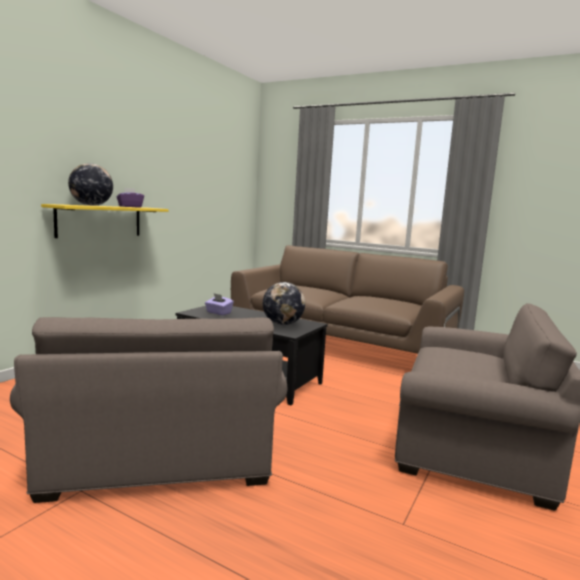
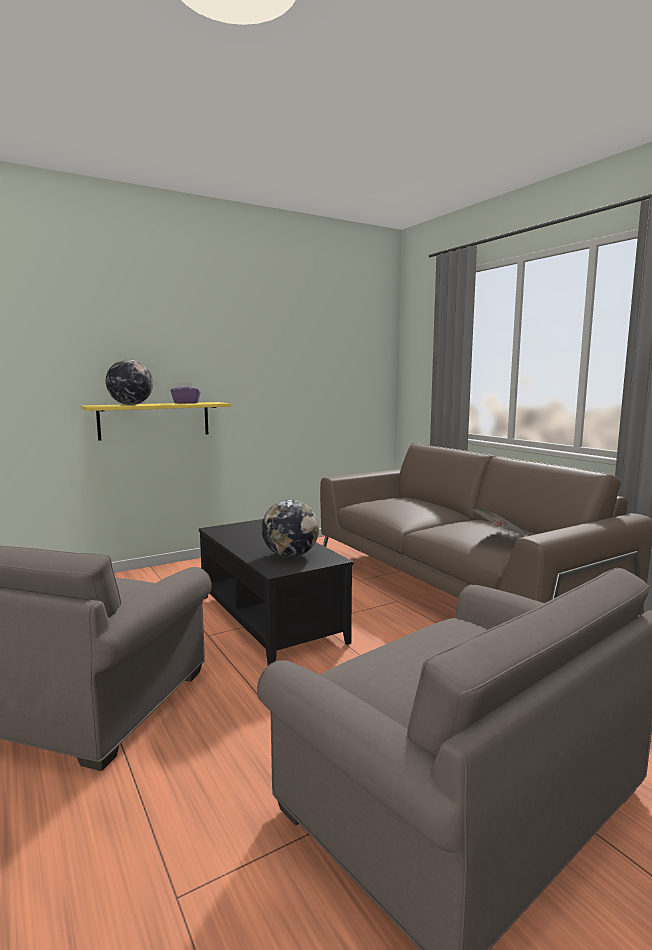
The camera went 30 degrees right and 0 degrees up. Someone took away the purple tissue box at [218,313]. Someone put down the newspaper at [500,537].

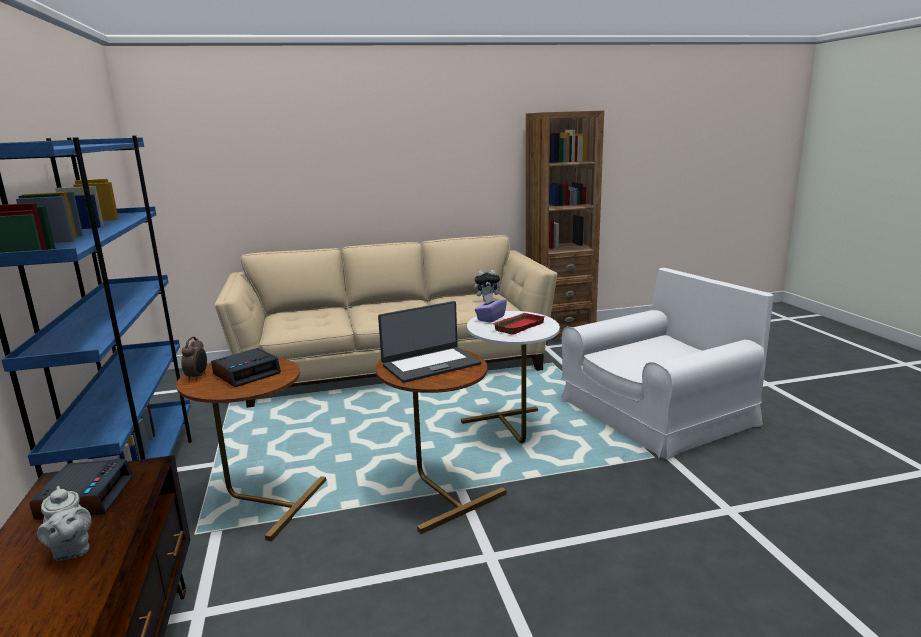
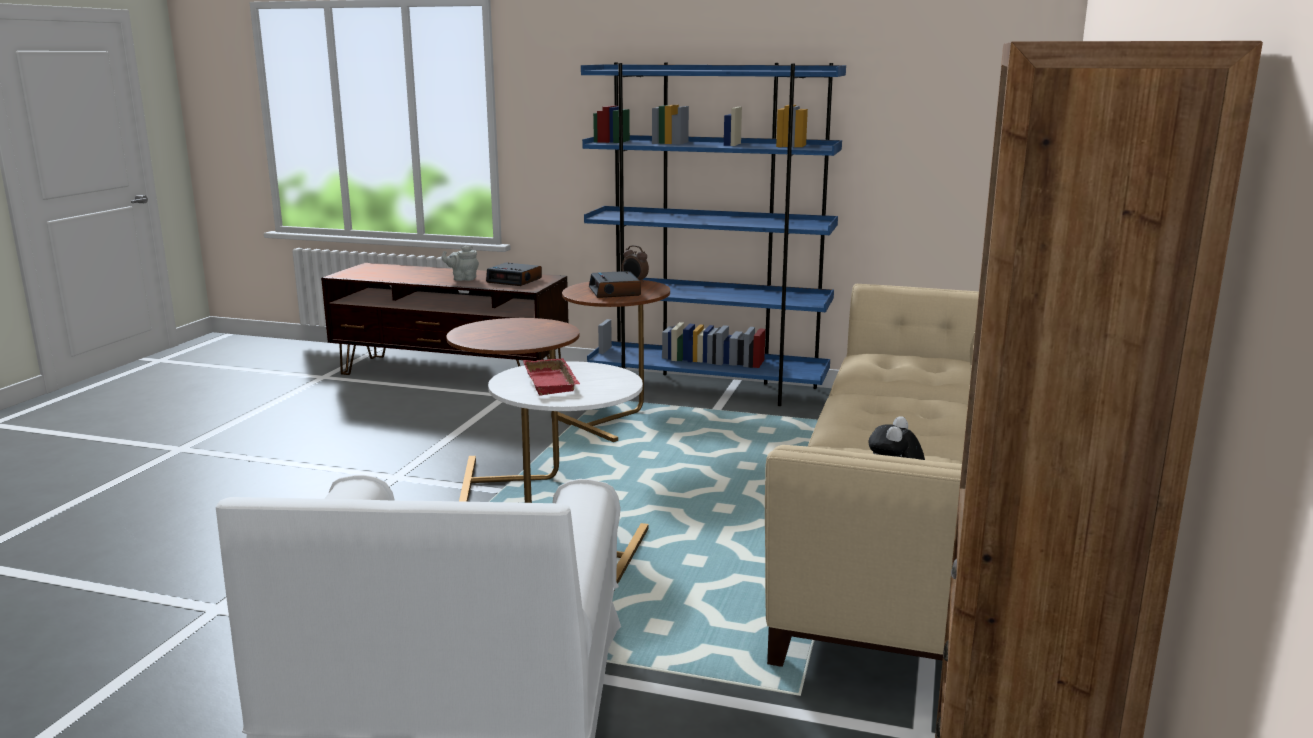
The camera went 120 degrees right and 0 degrees up. Someone took away the laptop at [430,364]. Someone took away the purple tissue box at [490,318].

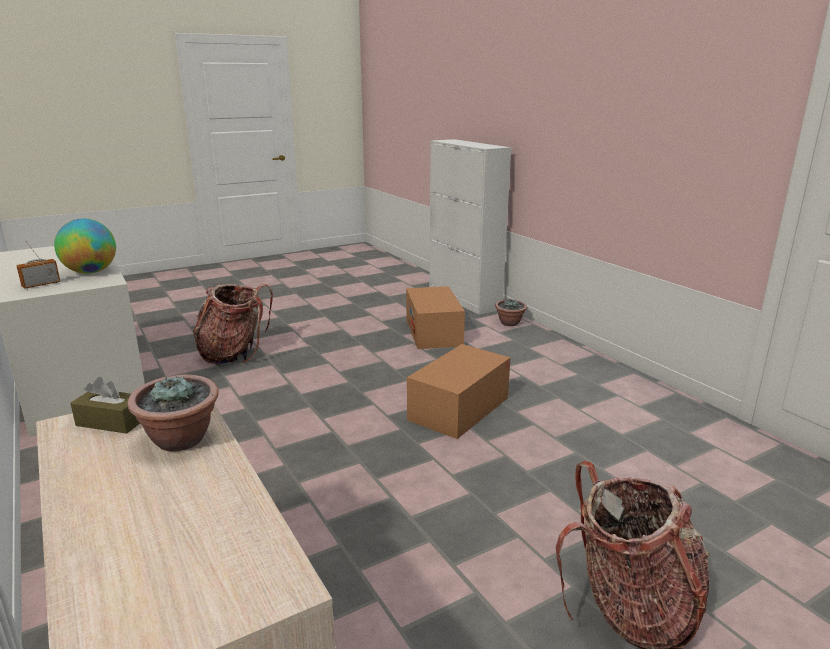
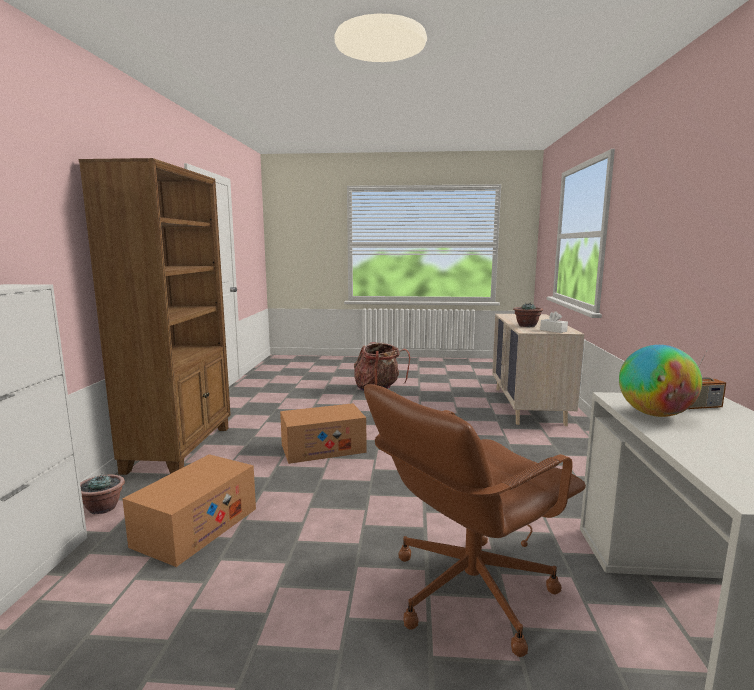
The camera went 145 degrees left and 10 degrees down. Someone repainted the brown tissue box at [112,422], which became the white tissue box at [553,330]. Someone swapped the backpack at [234,354] for the brown office chair at [468,590]. Someone put down the brown bookcase at [181,448].

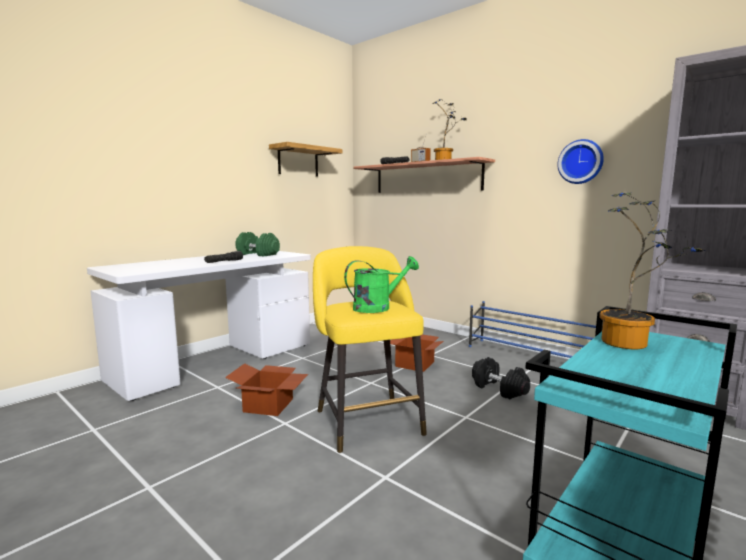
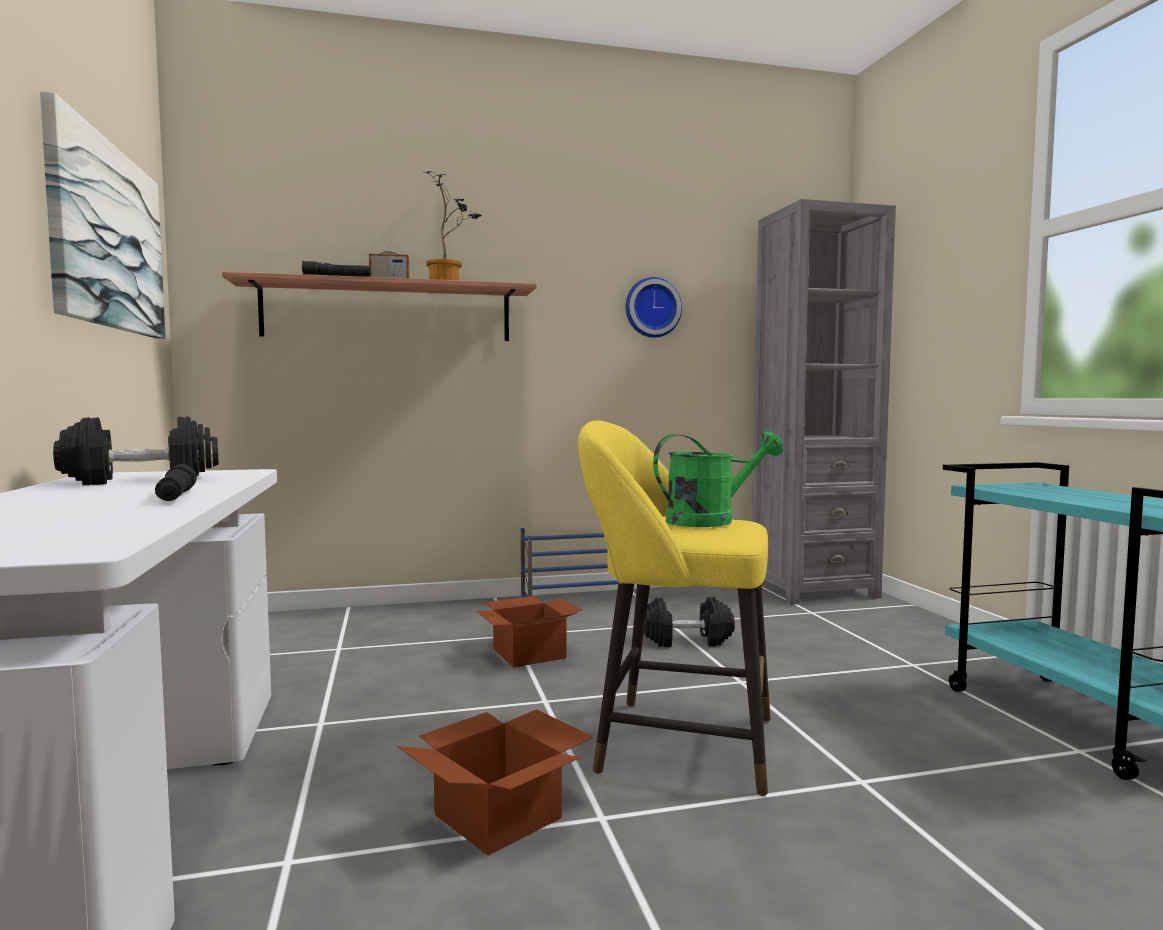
The camera went 55 degrees left and 5 degrees down. Someone repainted the green dumbbell at [258,254], which became the black dumbbell at [142,480]. Someone swapped the shelf at [298,161] for the picture at [107,237]. Someone rotated the green watering can at [378,307] by 60 degrees clockwise. Someone took away the potted plant at [631,344].

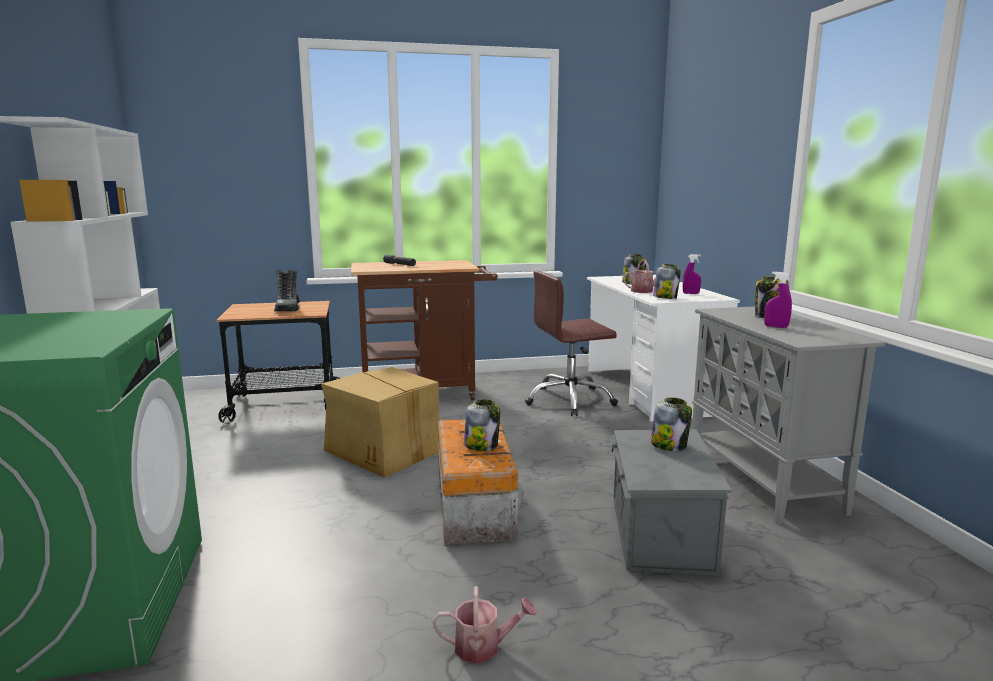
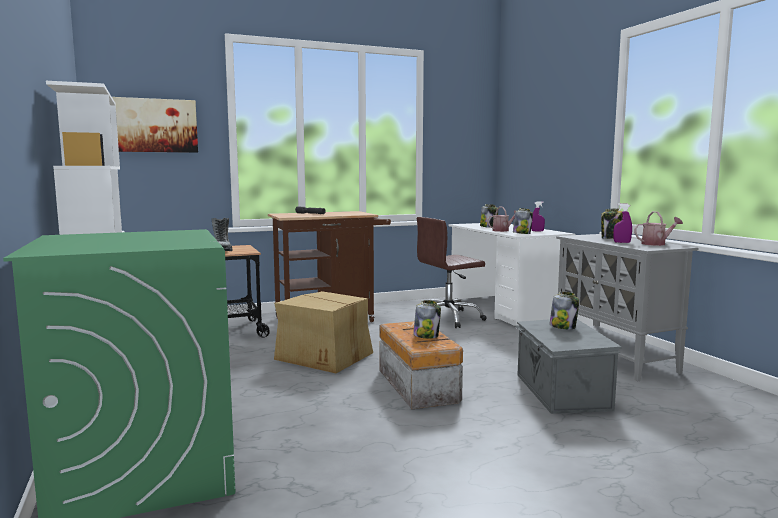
The camera went 10 degrees left and 5 degrees down. Someone carried the watering can from [484,647] to [656,244]. Someone put up the picture at [154,125].

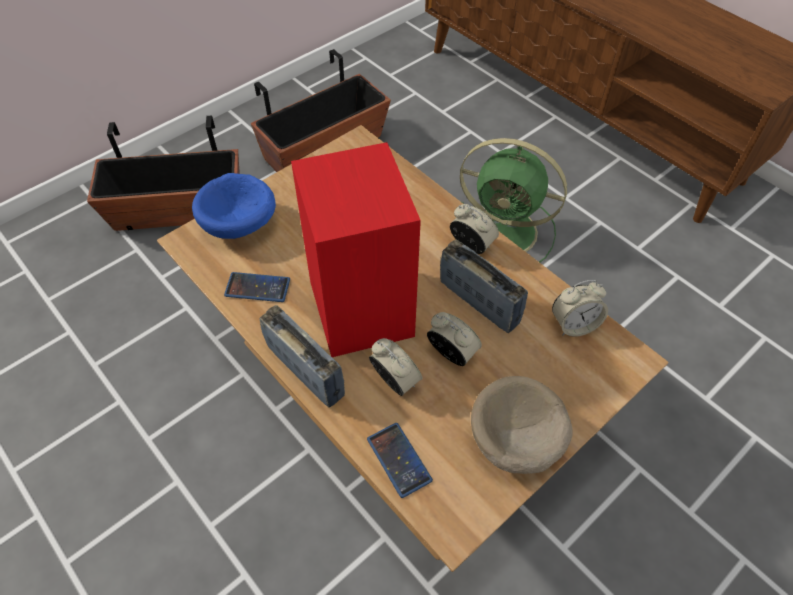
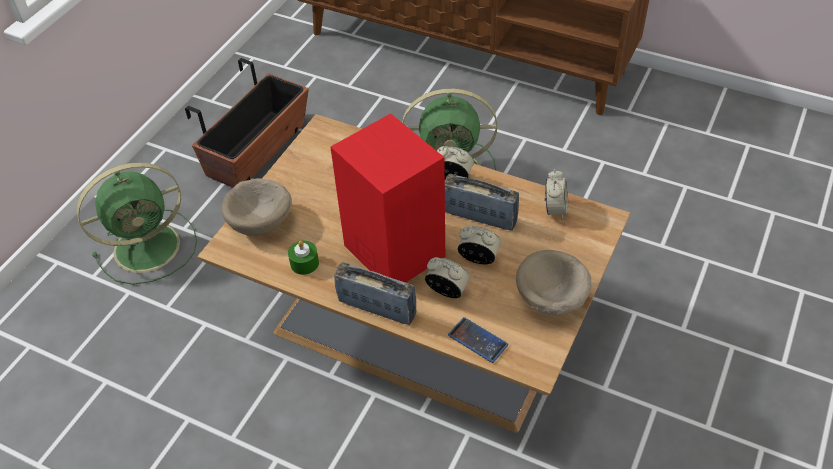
The camera went 20 degrees left and 5 degrees down. Someone swapped the planter at [179,211] for the green fan at [150,246]. Someone repainted the blue bowl at [241,224], which became the beige bowl at [262,221]. Someone swapped the phone at [257,288] for the green candle at [304,263]. Someone rotated the alarm clock at [574,324] by 45 degrees counterclockwise.

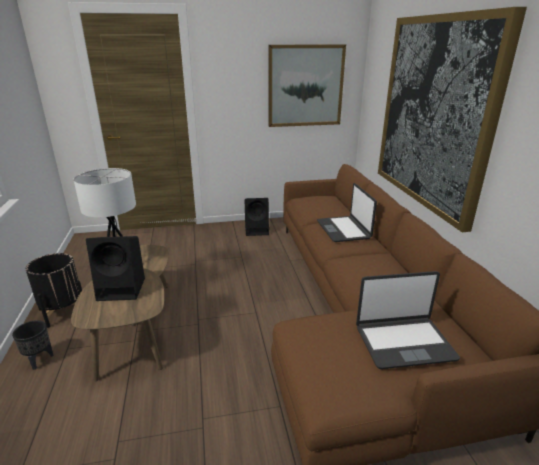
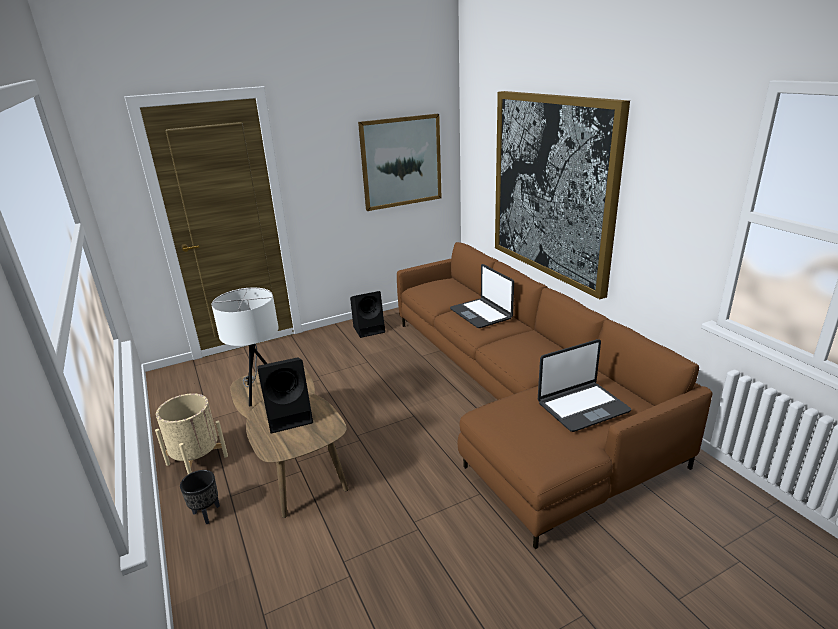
The camera went 15 degrees left and 0 degrees up. Someone repainted the black planter at [63,311], which became the beige planter at [197,460].

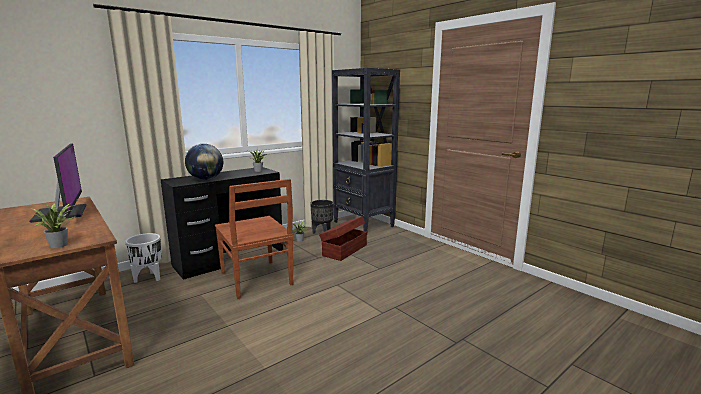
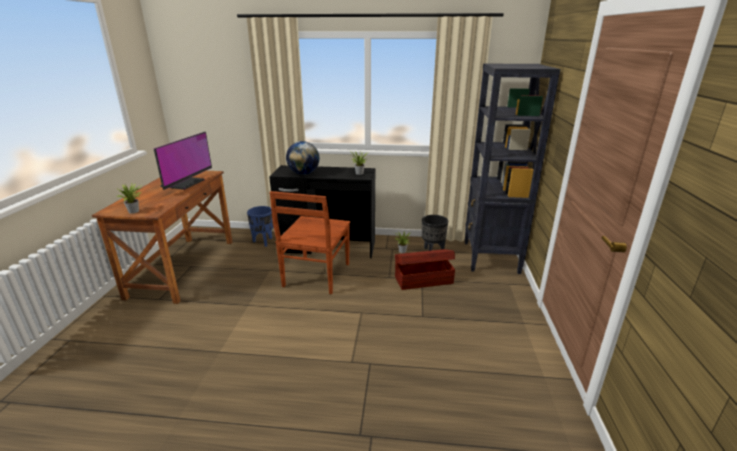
The camera went 45 degrees right and 10 degrees up. Someone repainted the white planter at [149,278], which became the blue planter at [263,242].

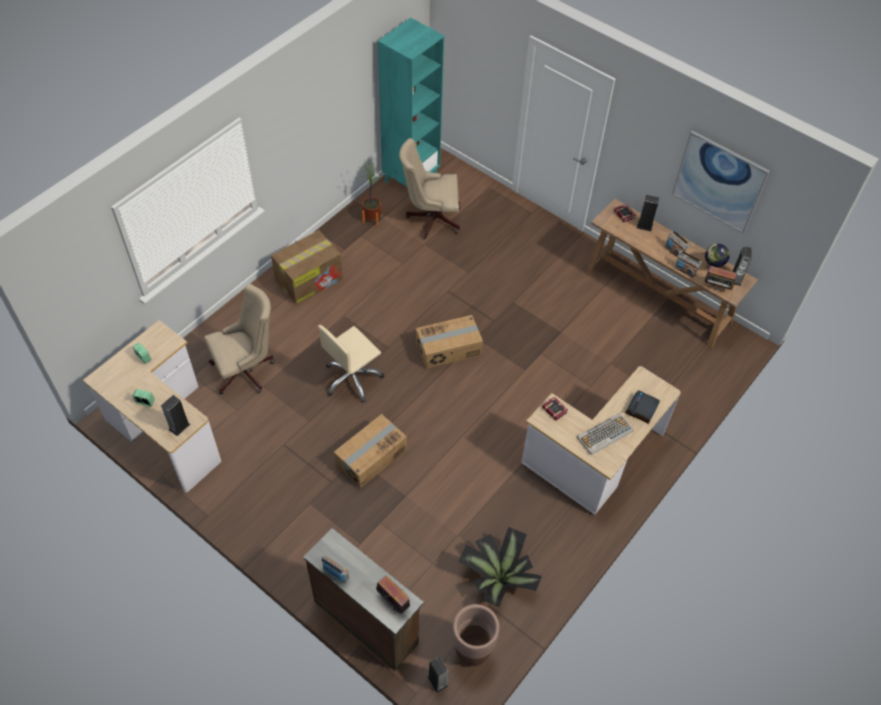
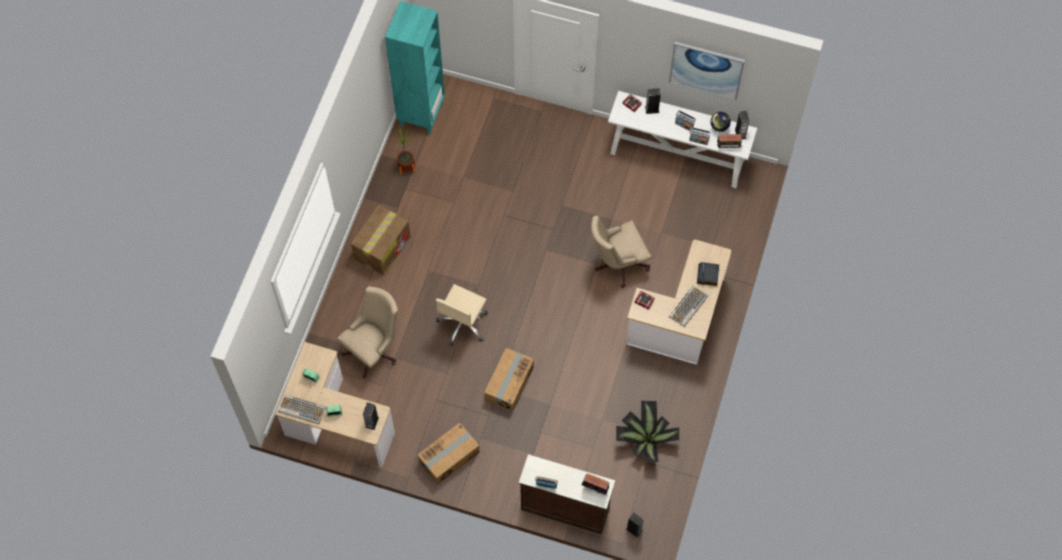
The camera went 20 degrees left and 10 degrees up. Someone carried the beige office chair from [431,218] to [617,263]. Someone carried the cardboard box from [448,349] to [449,457]. Someone took away the brown planter at [472,651]. Someone repainted the brown console table at [658,297], which became the white console table at [678,156]. Someone put down the keyboard at [301,409].

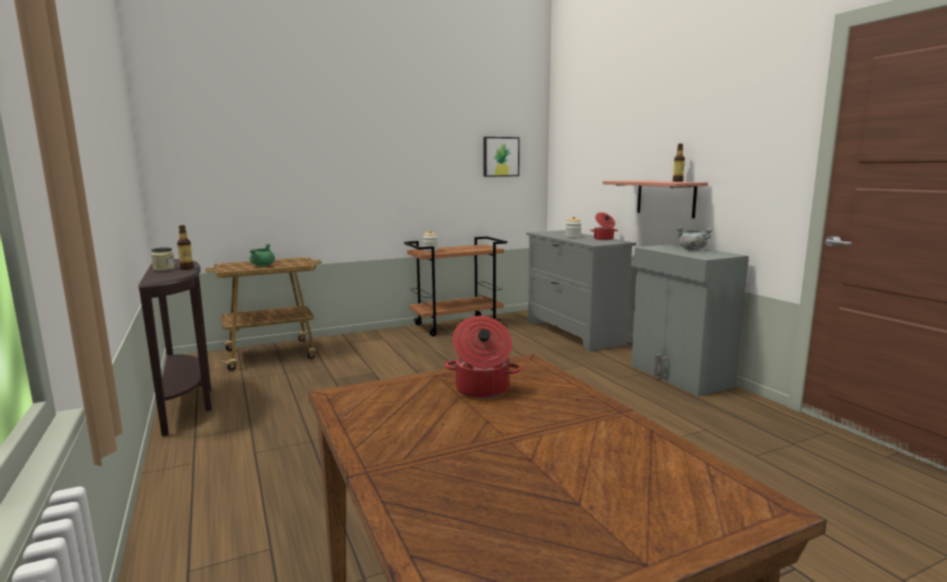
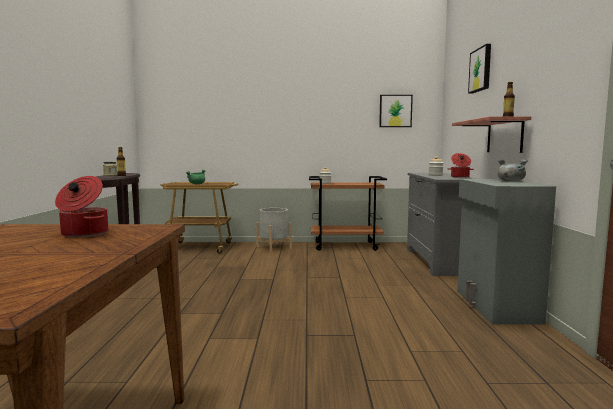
The camera went 25 degrees right and 5 degrees down. Someone put down the grey planter at [274,247]. Someone put up the picture at [481,69].

